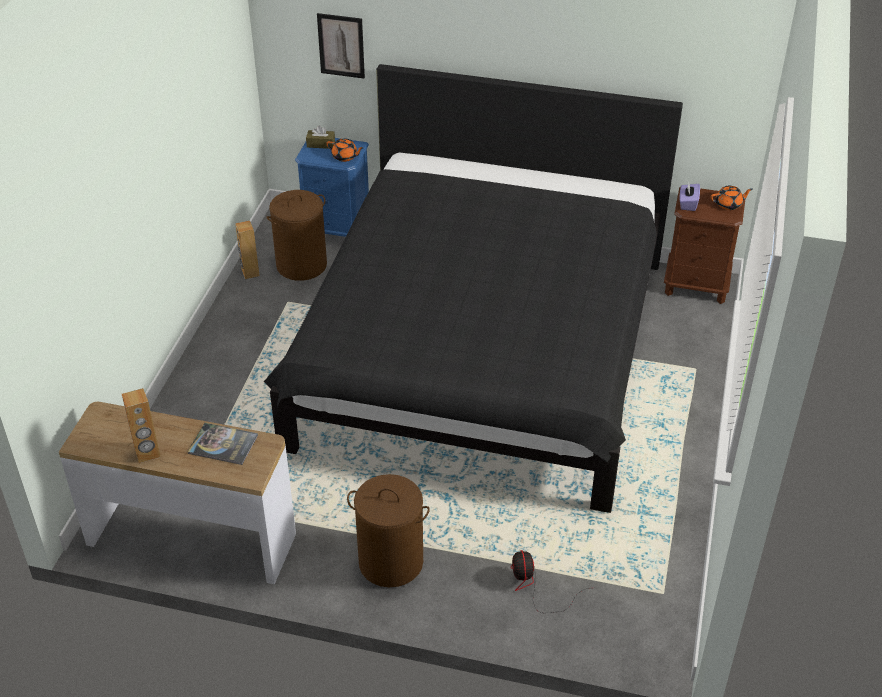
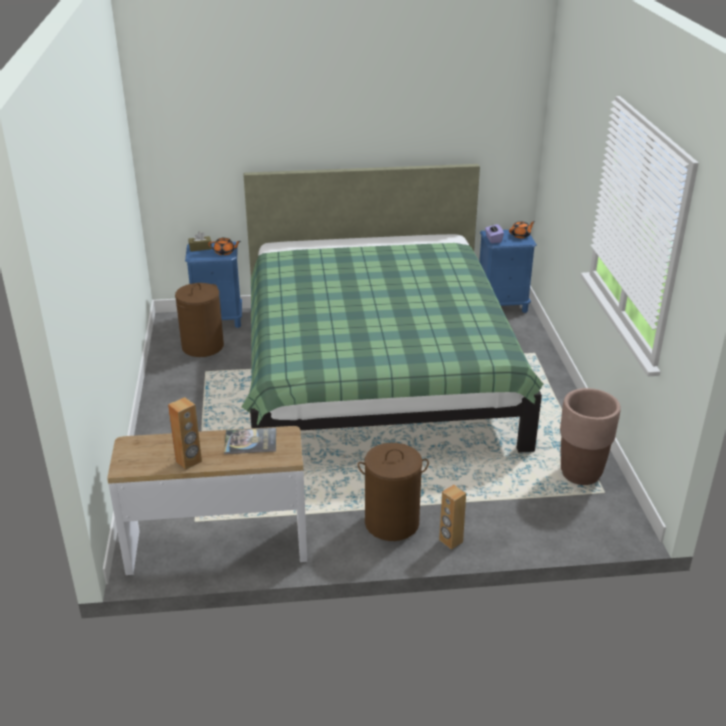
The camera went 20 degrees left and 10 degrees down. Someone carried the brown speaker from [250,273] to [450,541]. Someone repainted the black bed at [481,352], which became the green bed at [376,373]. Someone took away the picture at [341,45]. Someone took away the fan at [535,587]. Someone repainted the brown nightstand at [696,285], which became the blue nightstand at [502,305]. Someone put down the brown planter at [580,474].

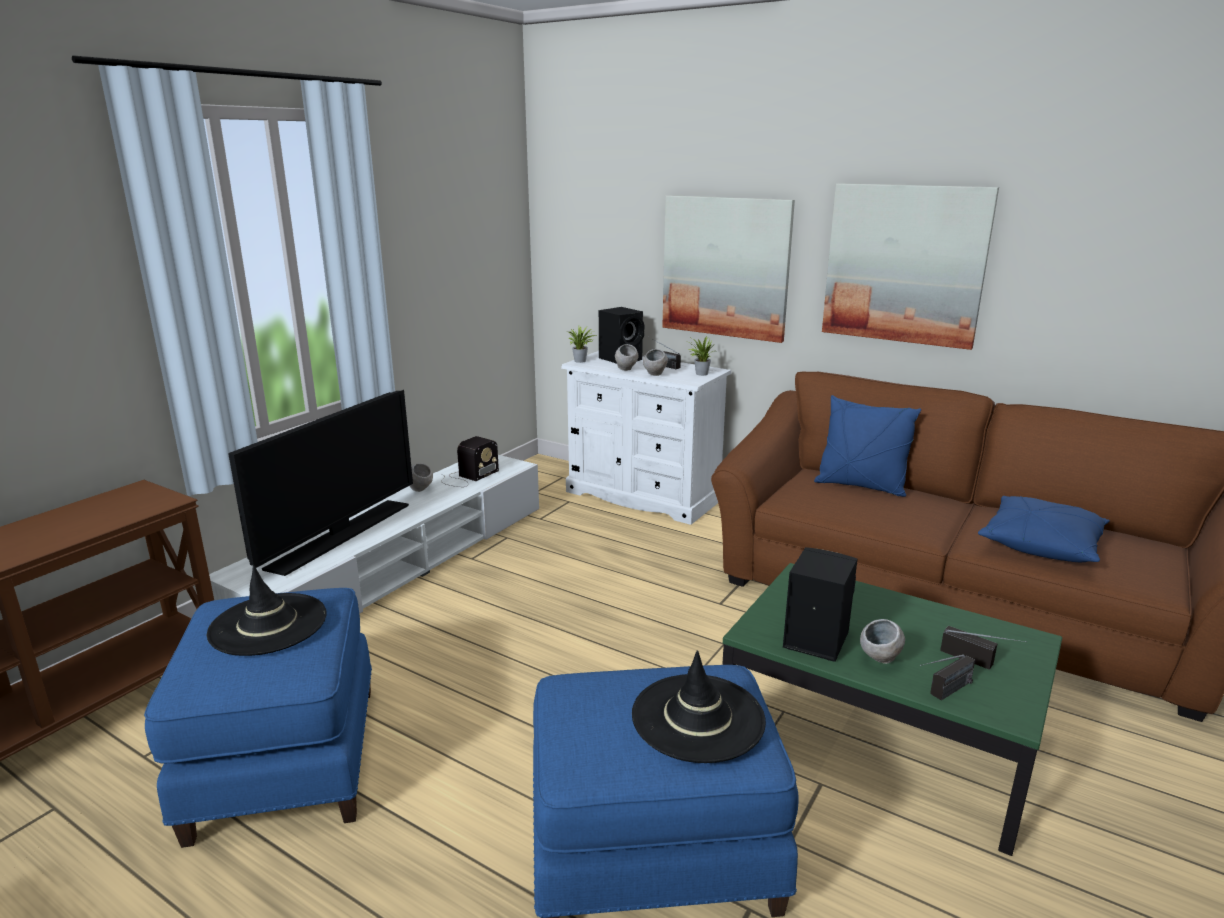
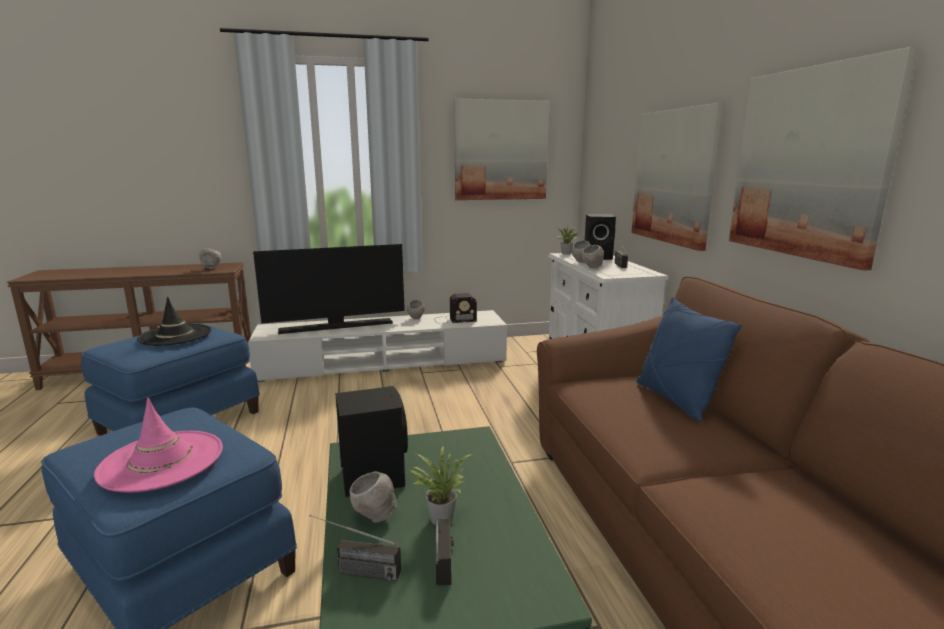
The camera went 45 degrees right and 5 degrees down. Someone repainted the black hat at [698,718], which became the pink hat at [161,461]. Someone carried the potted plant from [700,374] to [440,517]. Someone took away the blue pillow at [1041,544]. Someone put down the grey bowl at [211,268]. Someone put up the picture at [501,150].

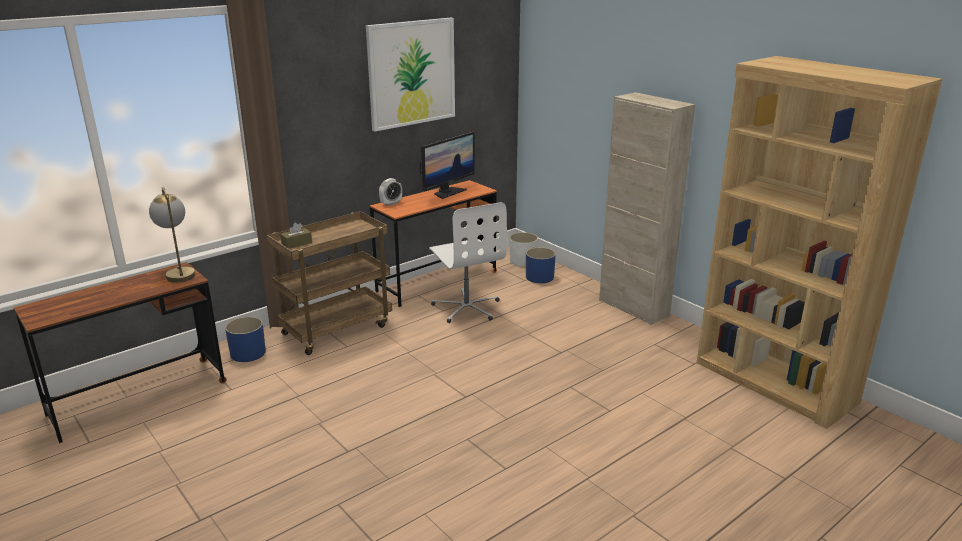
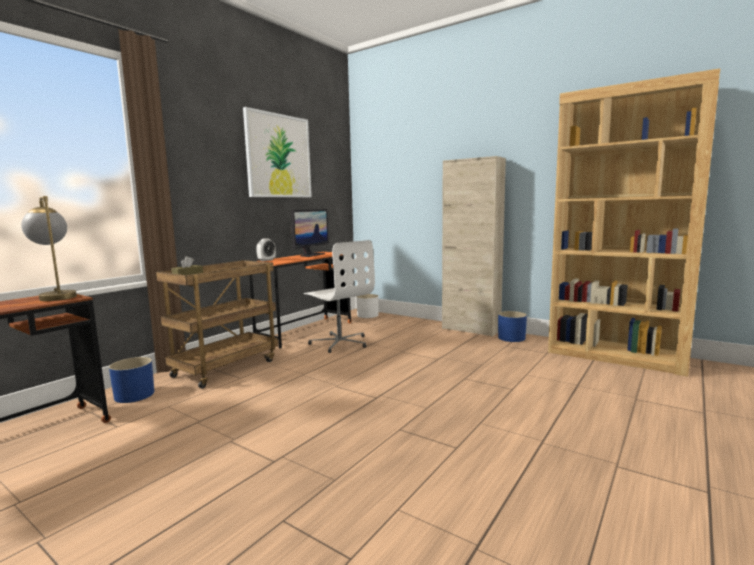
The camera went 15 degrees left and 15 degrees down. Someone carried the blue planter from [539,277] to [511,338].

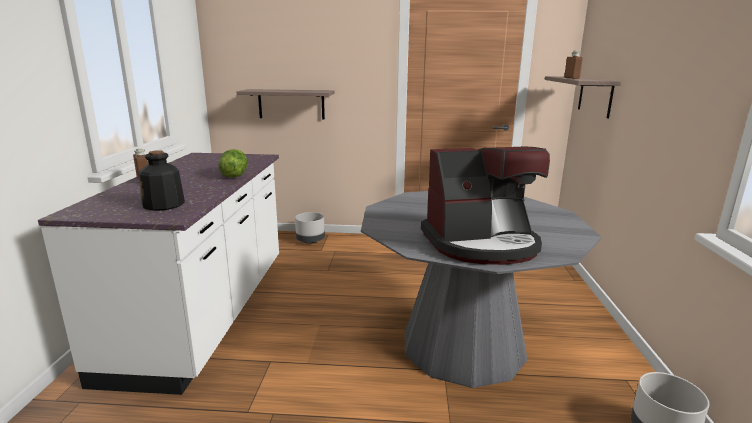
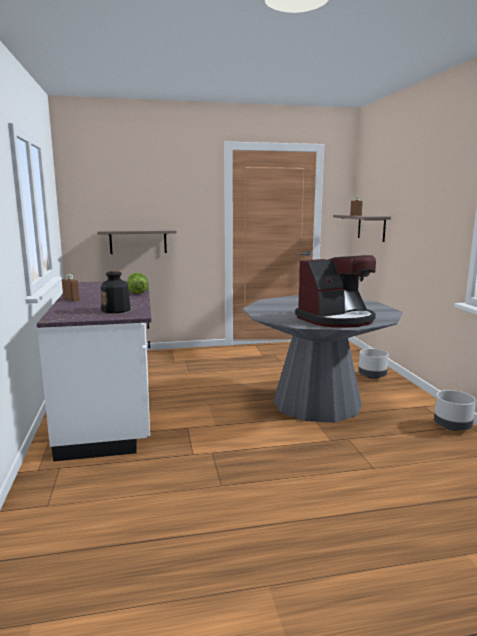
The camera went 15 degrees left and 5 degrees down. Someone carried the grey planter from [310,241] to [372,376].

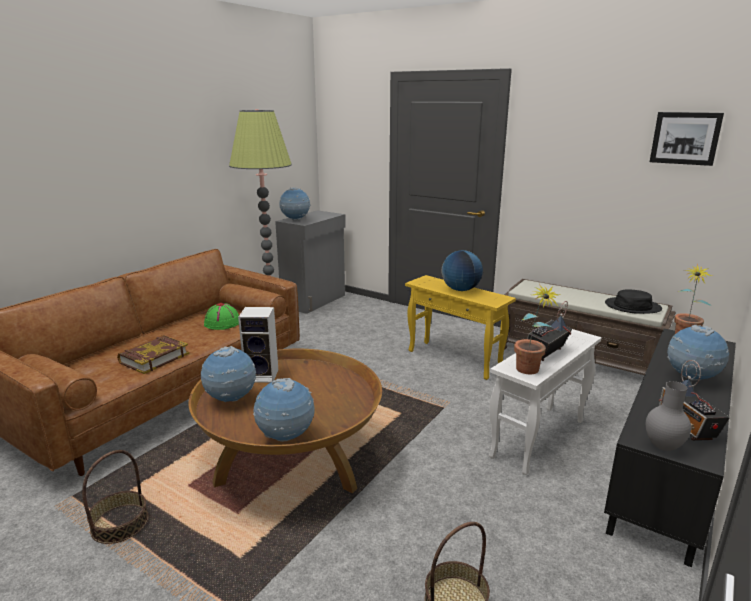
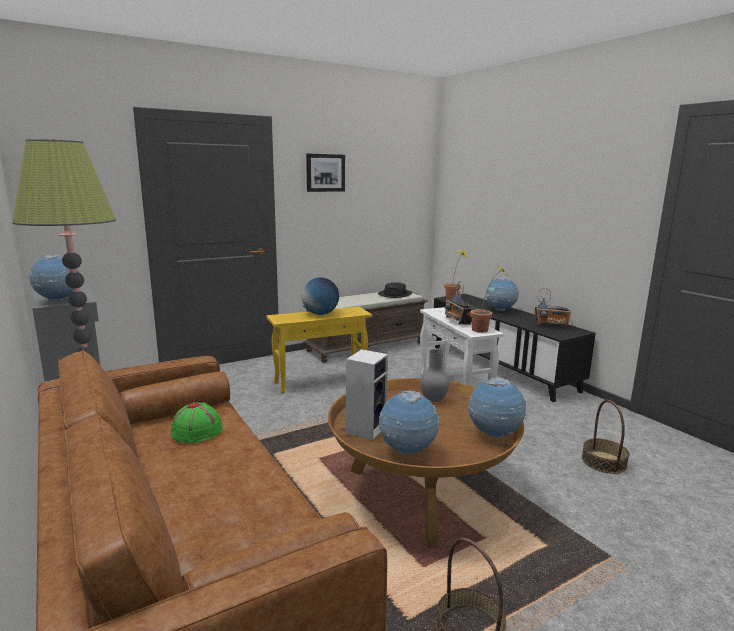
The camera went 65 degrees left and 5 degrees down. Someone took away the book at [154,358]. Someone carried the grey vase from [663,446] to [433,399]. Someone carried the picture from [685,138] to [325,173].

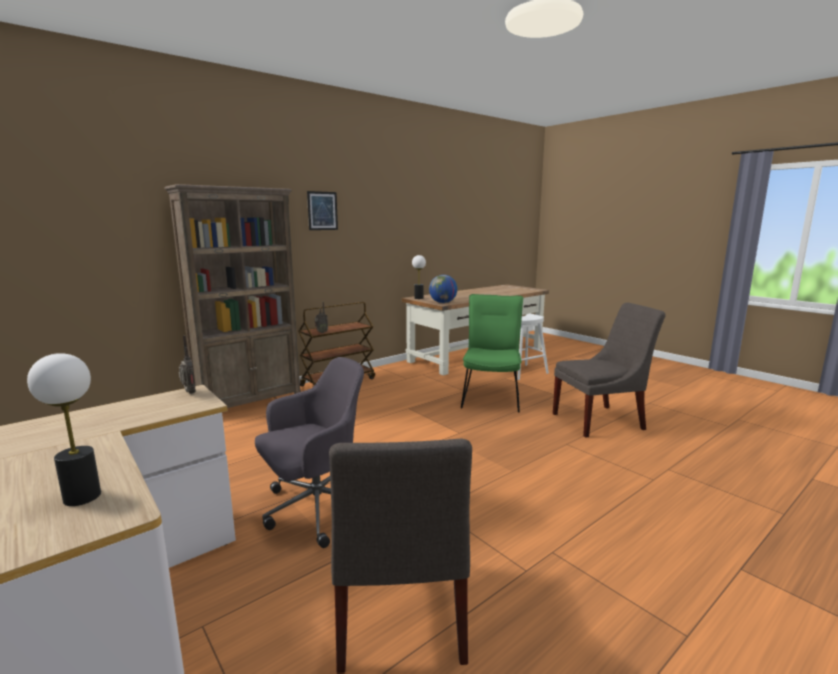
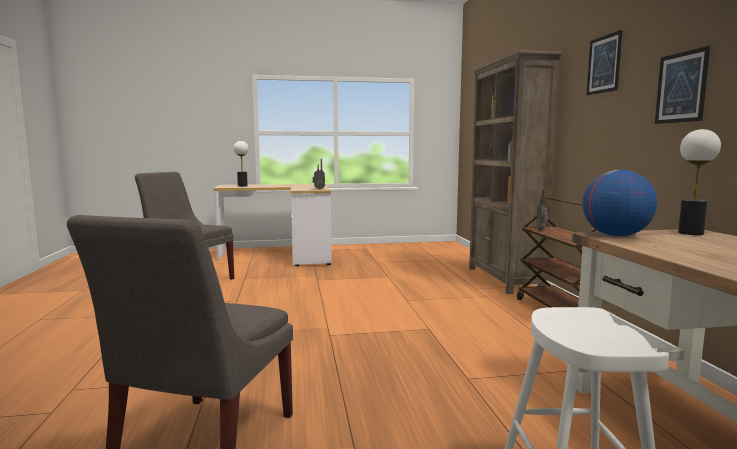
The camera went 120 degrees right and 5 degrees down. Someone took away the grey office chair at [316,509]. Someone took away the green chair at [491,397]. Someone put up the picture at [681,87].

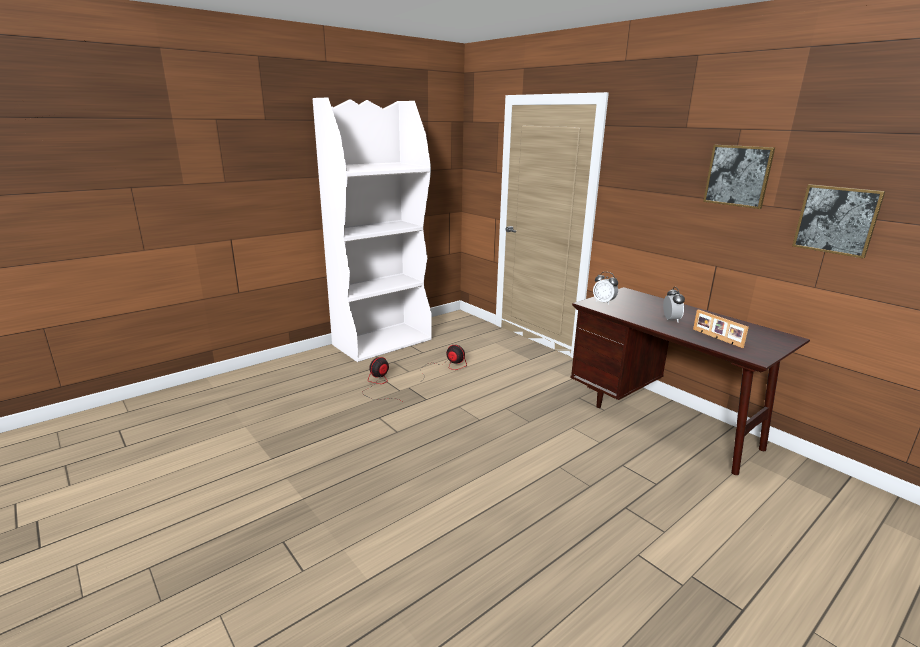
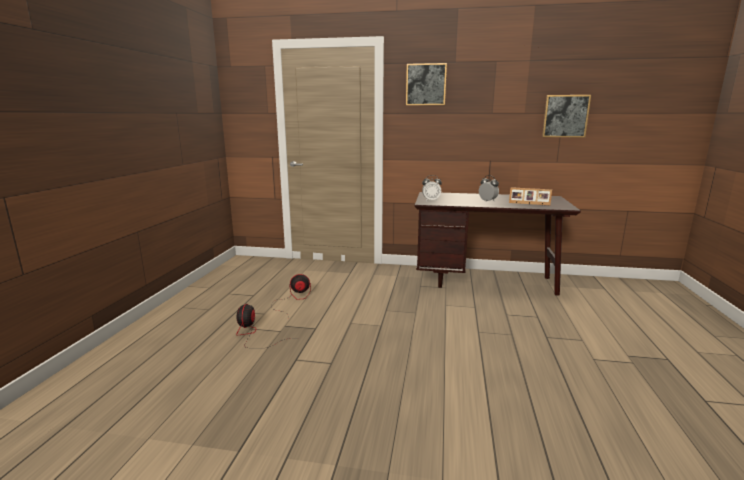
The camera went 40 degrees left and 5 degrees down. Someone took away the white bookcase at [383,342]. Someone carried the picture from [738,176] to [426,84].

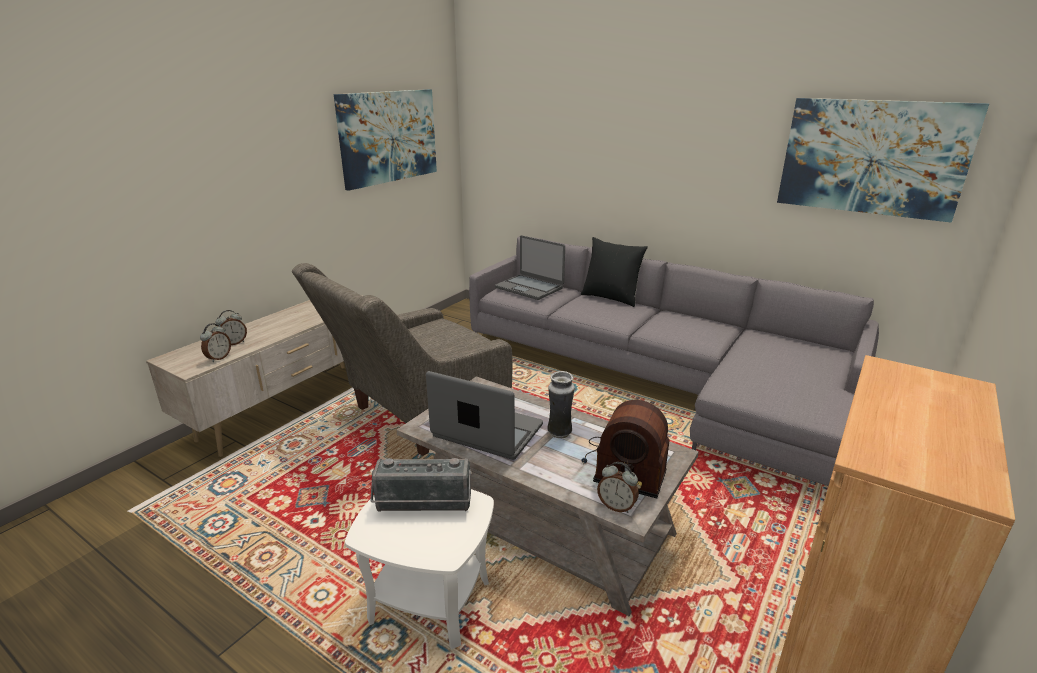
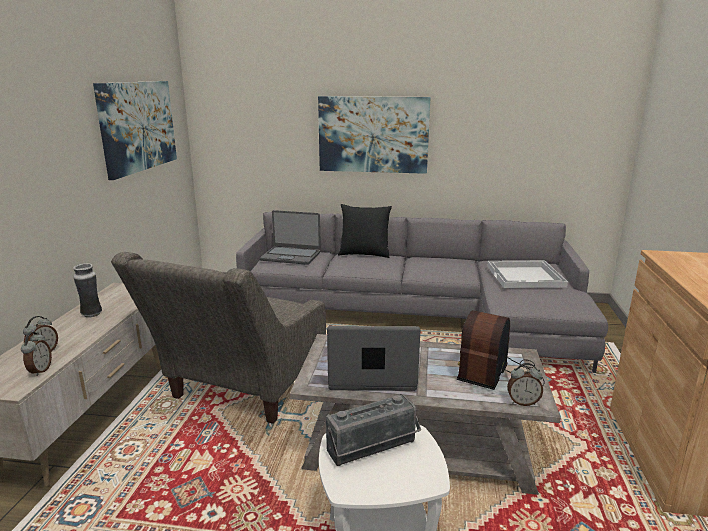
The camera went 25 degrees left and 5 degrees down. Someone carried the vase from [559,433] to [91,314]. Someone rotated the radio at [622,466] by 120 degrees clockwise. Someone carried the picture from [872,157] to [373,134]. Someone put down the white tray at [525,276].

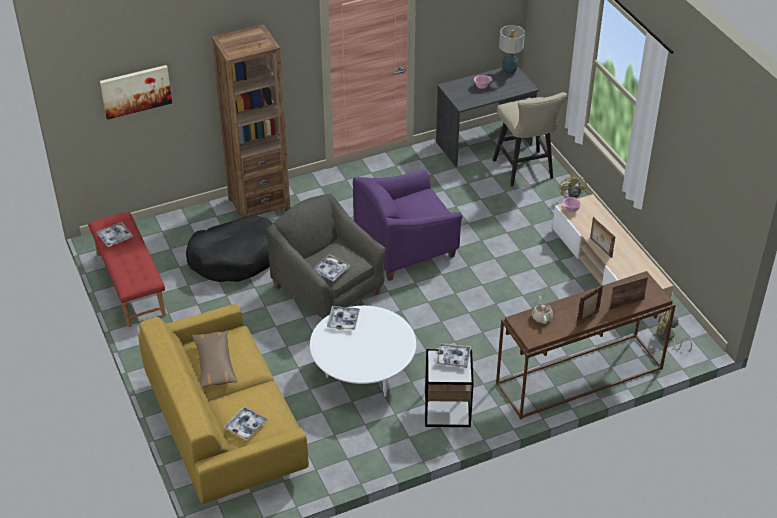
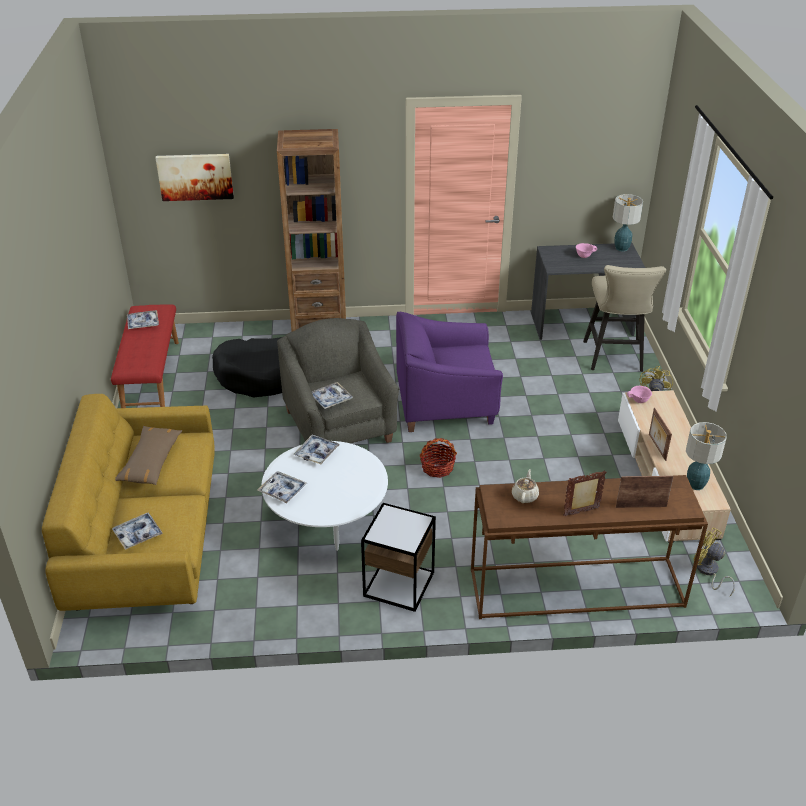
The camera went 20 degrees right and 5 degrees down. Someone carried the tray from [453,358] to [282,490]. Someone put down the basket at [437,468]. Someone put down the table lamp at [696,484].

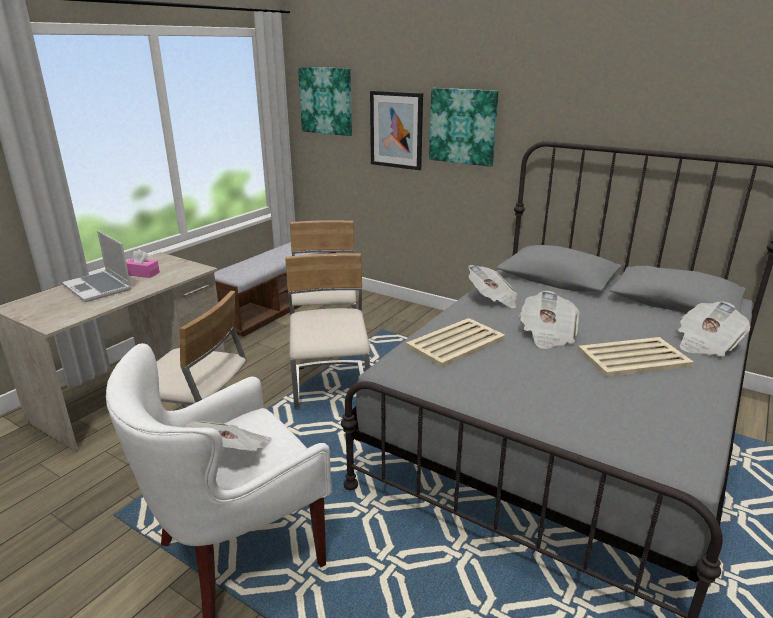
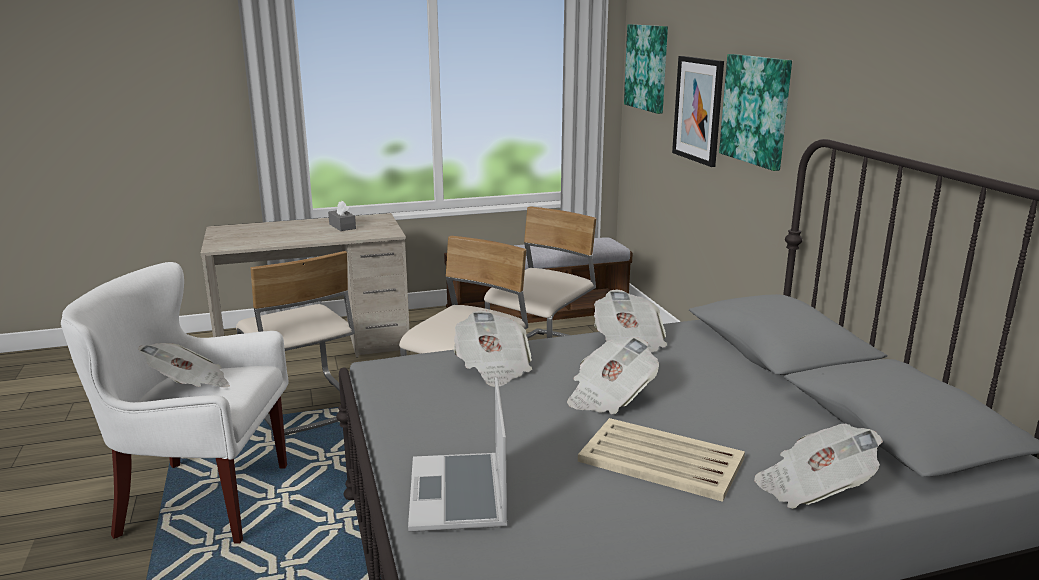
The camera went 40 degrees right and 5 degrees down. Someone carried the laptop from [99,288] to [460,495]. Someone repainted the pink tissue box at [142,273], which became the grey tissue box at [342,226]. Someone swapped the beige tray at [457,343] for the newspaper at [493,368].

